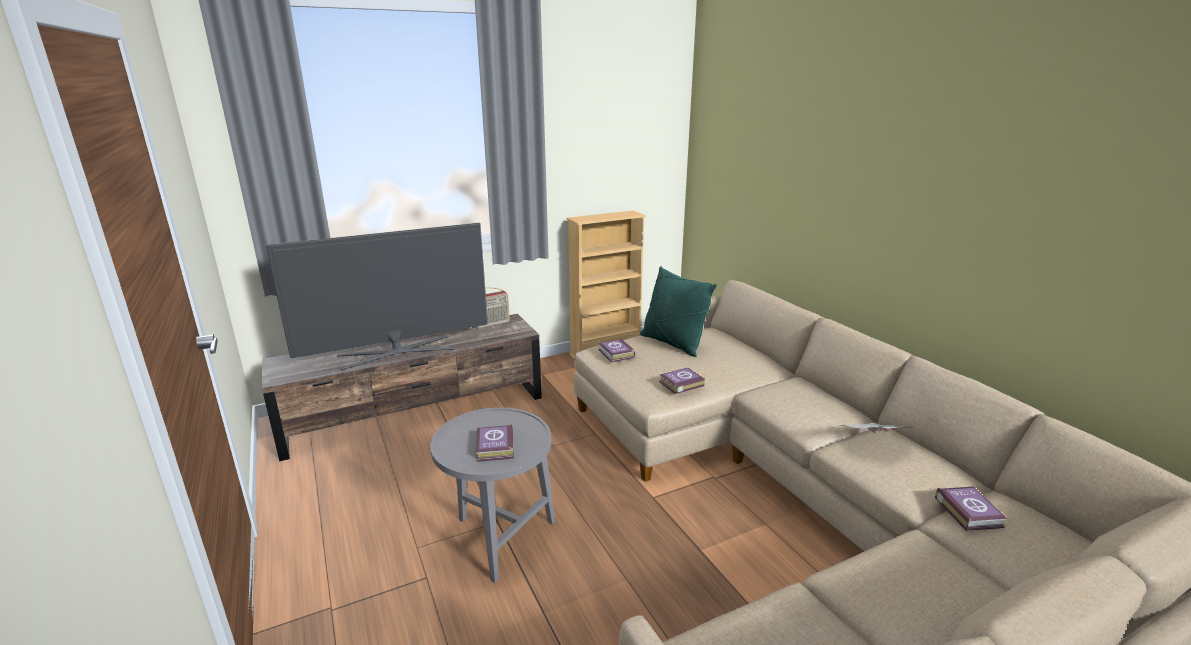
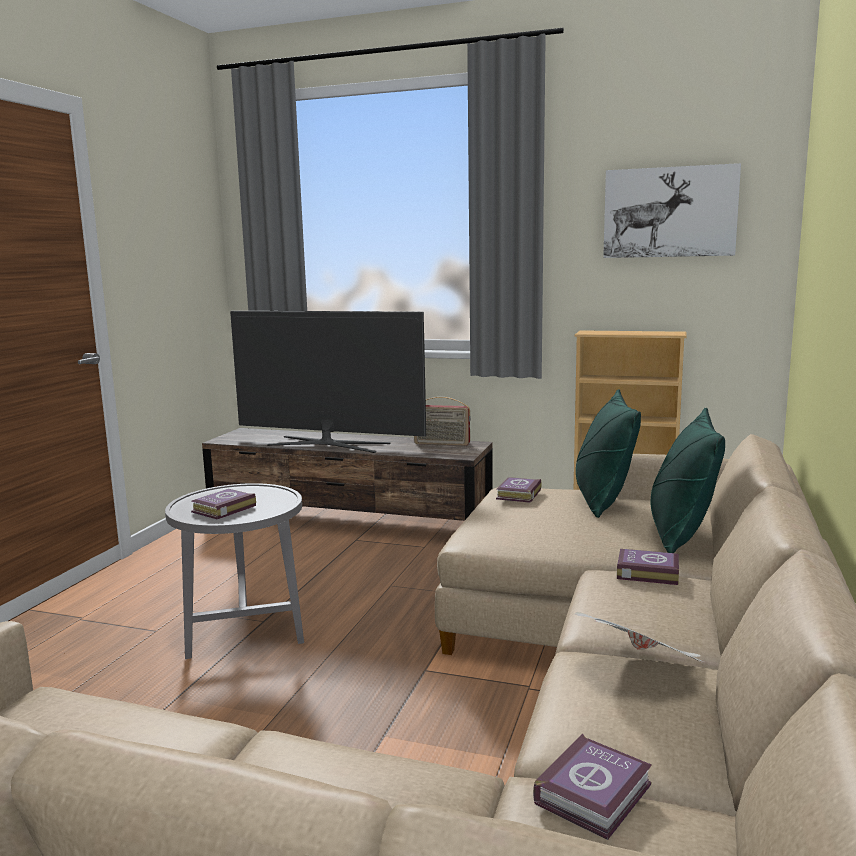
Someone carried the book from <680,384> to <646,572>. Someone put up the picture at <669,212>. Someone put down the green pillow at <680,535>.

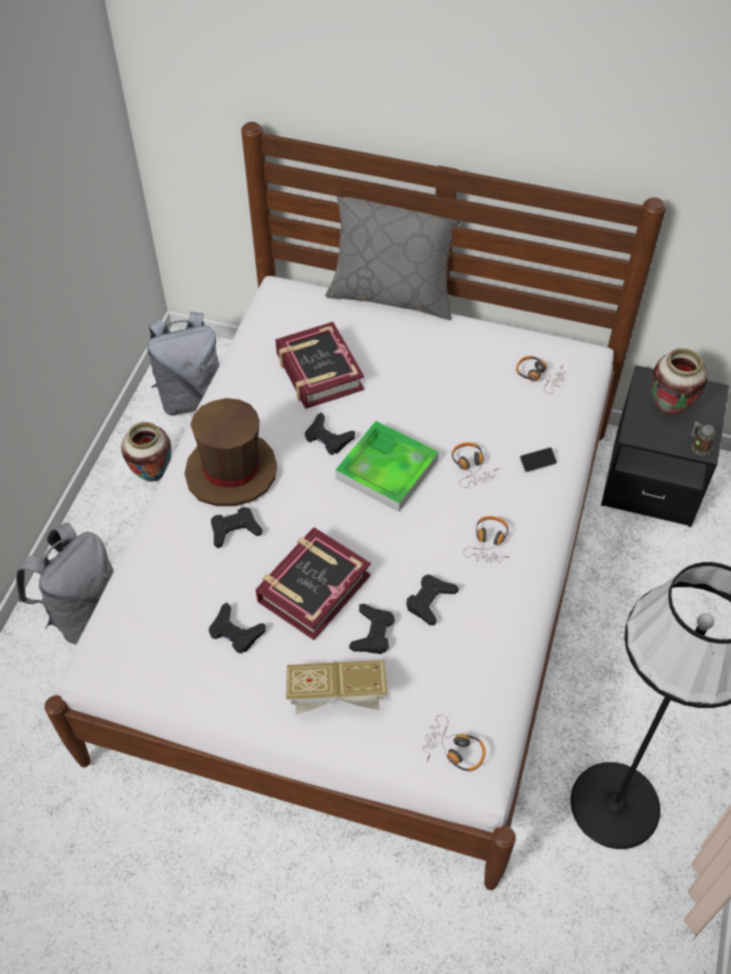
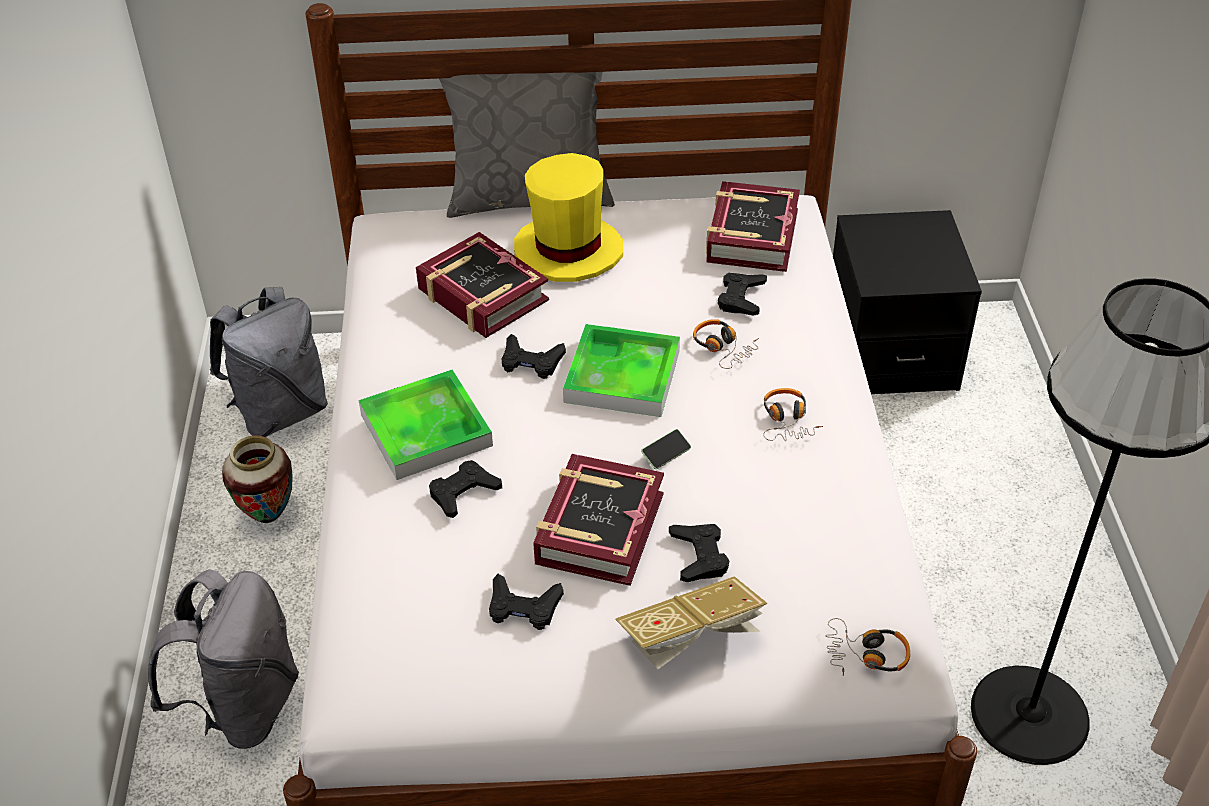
Someone swapped the brown hat at <231,472> for the tray at <426,430>. Someone carried the black game controller from <430,601> to <741,298>. Someone swapped the headphones at <539,376> for the book at <751,236>. Someone carried the phone from <537,463> to <666,454>. Someone took away the vase at <669,409>. Someone took away the mug at <699,446>. Someone put down the yellow hat at <568,251>.

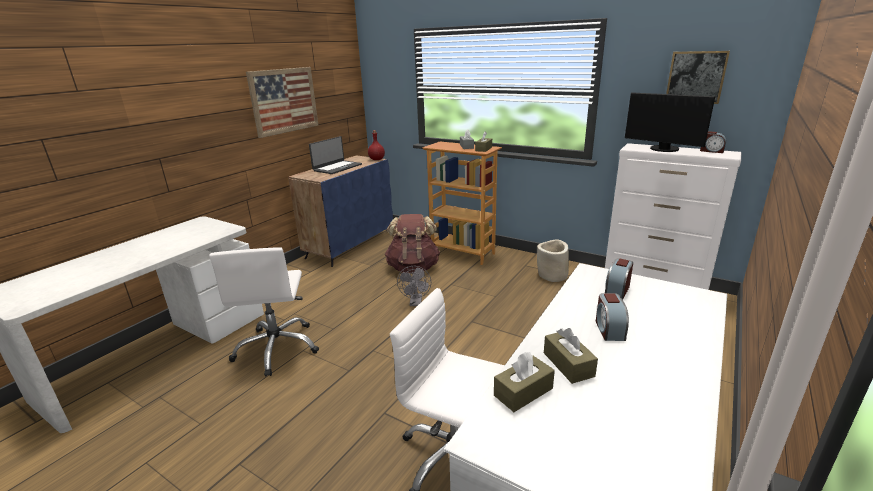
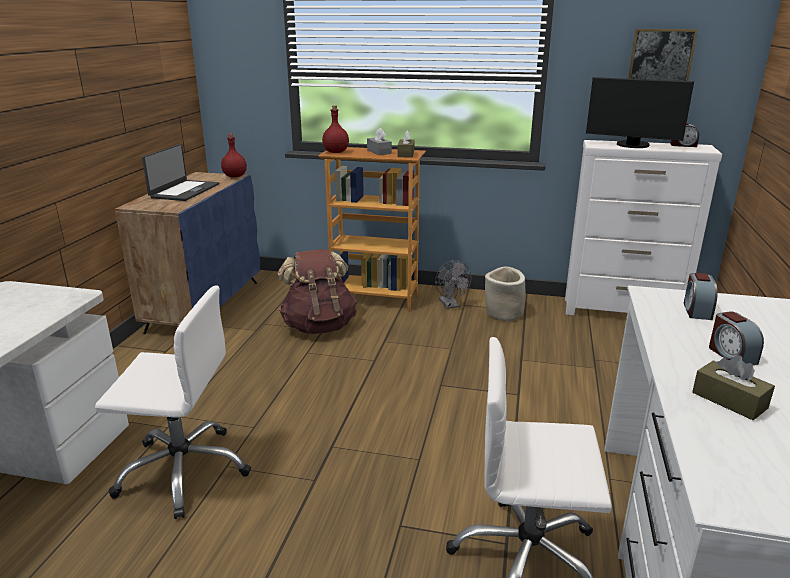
Someone rotated the white office chair at <277,348> by 60 degrees counterclockwise. Someone took away the picture at <284,101>. Someone carried the grey fan from <416,303> to <450,305>. Someone took away the brown tissue box at <523,392>. Someone put down the red bottle at <336,152>.

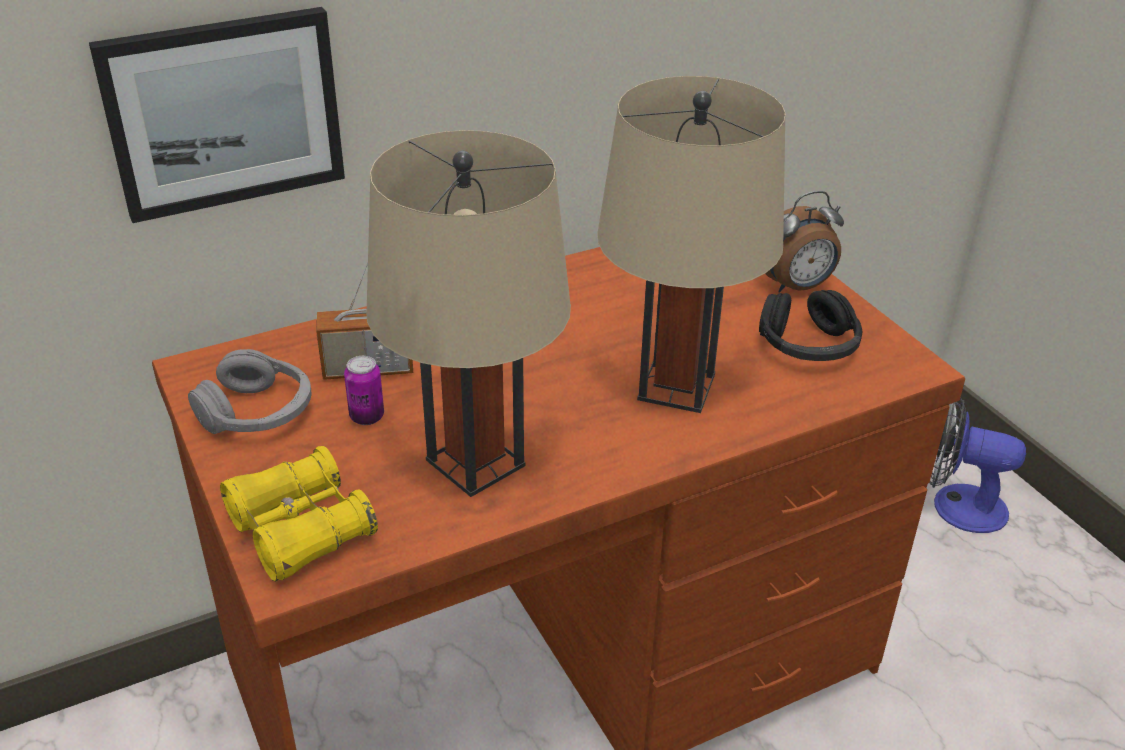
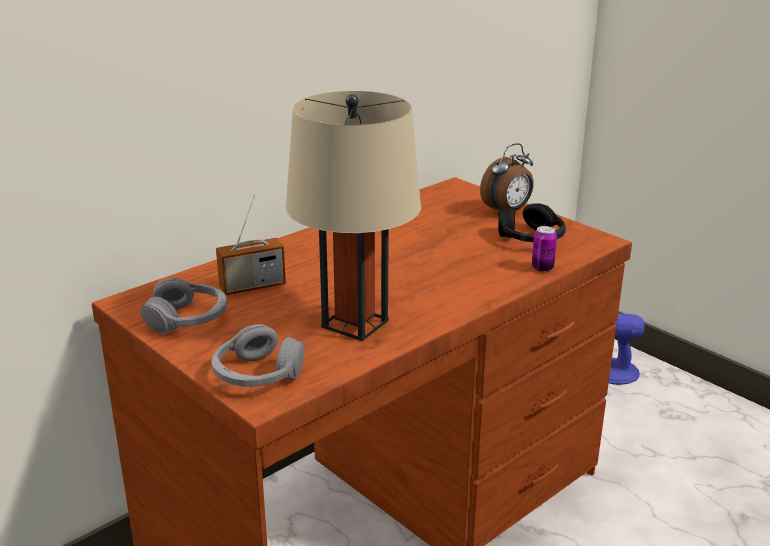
Someone took away the picture at <224,112>. Someone swapped the yellow binoculars at <300,530> for the grey headphones at <257,374>. Someone carried the can from <367,417> to <542,268>. Someone took away the beige table lamp at <676,387>.

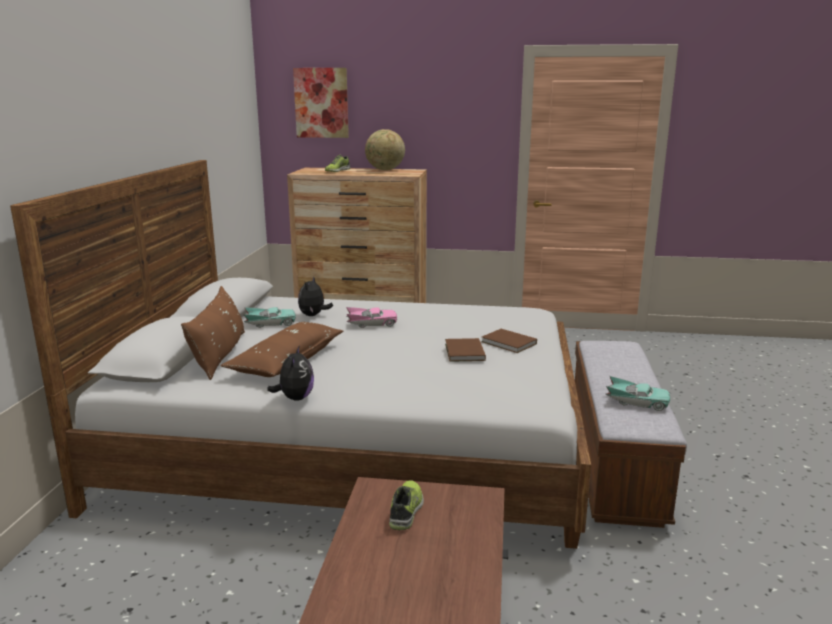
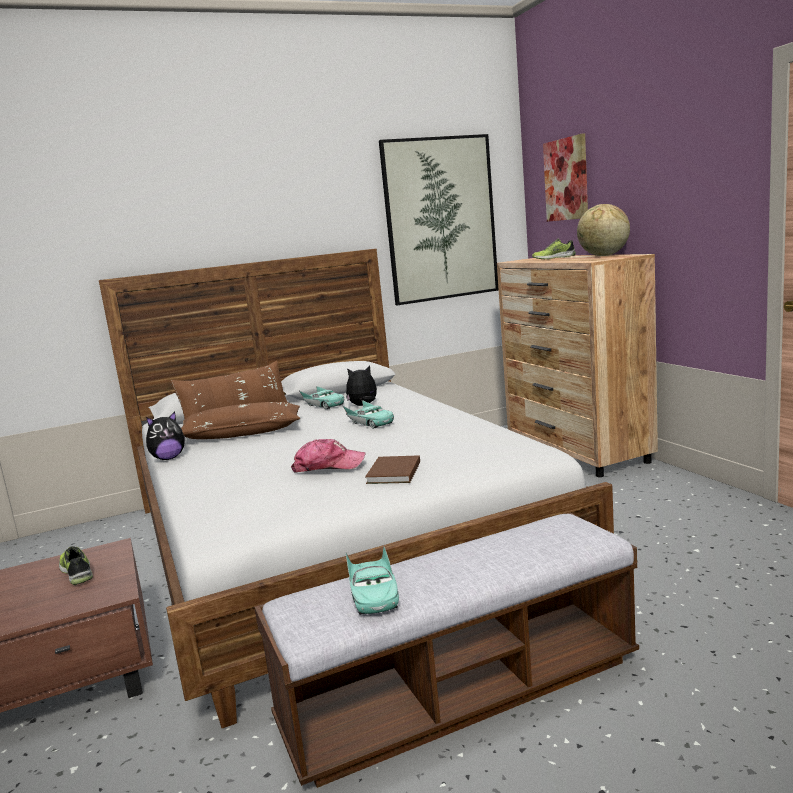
Someone repainted the pink toy car at <372,324>, which became the turquoise toy car at <370,422>. Someone rotated the shoe at <407,510> by 105 degrees counterclockwise. Someone swapped the brown book at <464,352> for the cap at <328,466>. Someone put up the picture at <440,219>.

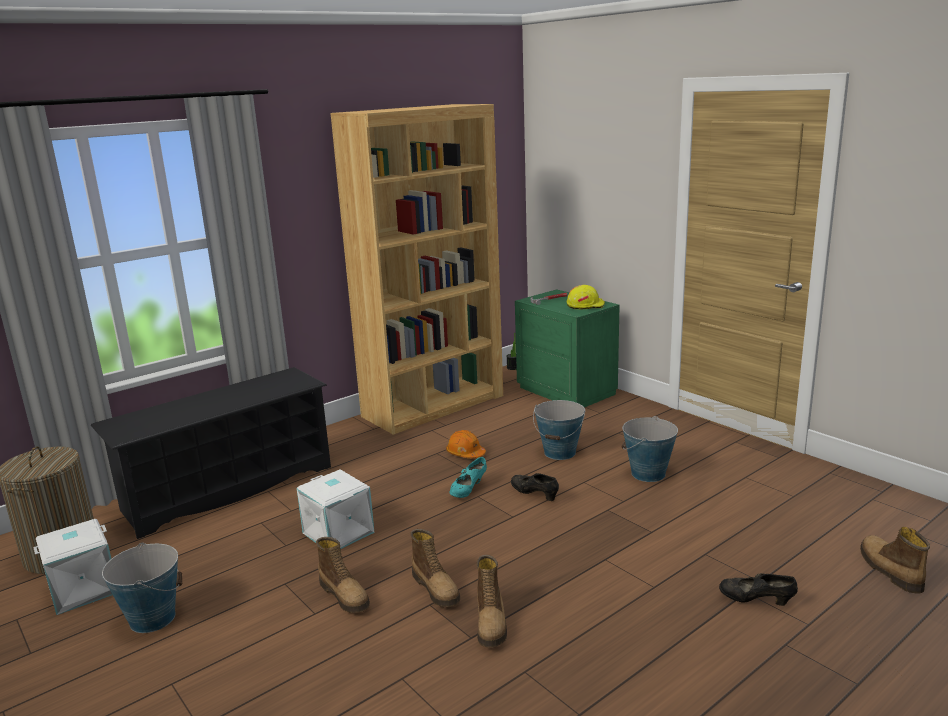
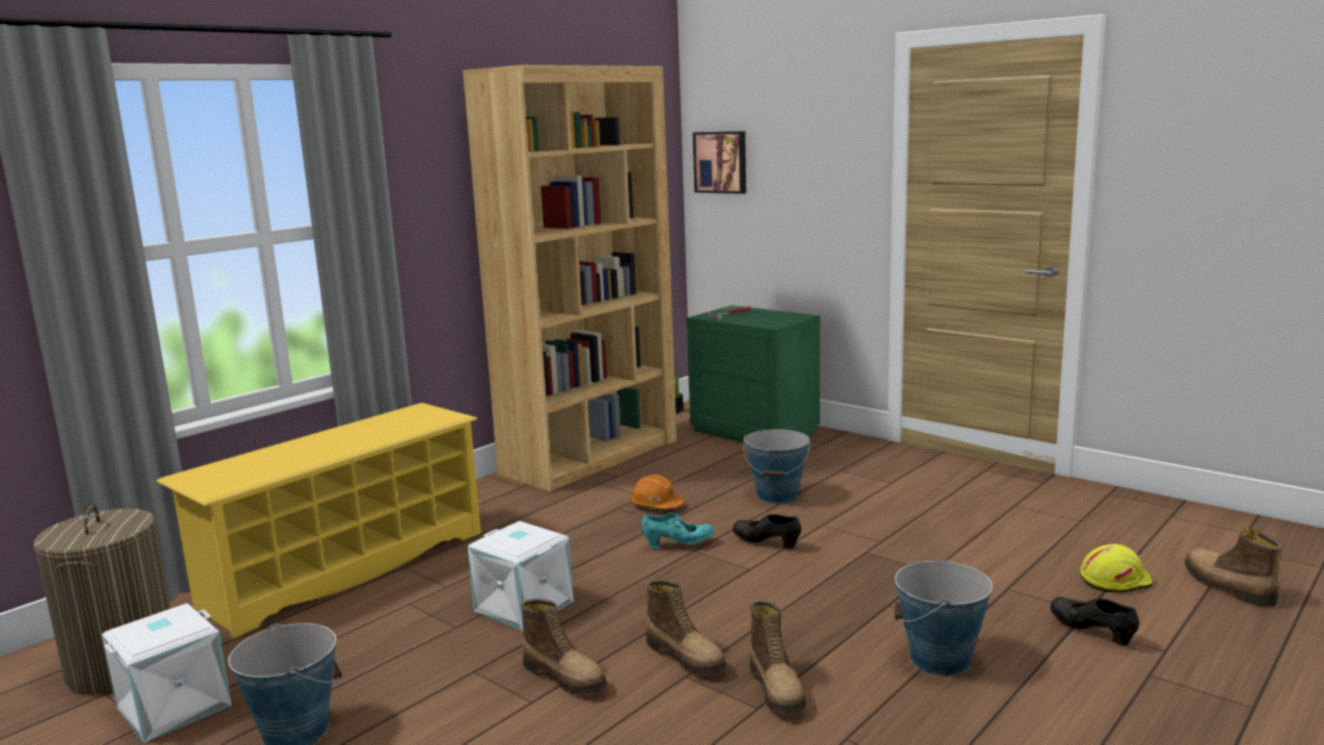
Someone repainted the black shoe rack at <228,488>, which became the yellow shoe rack at <345,568>. Someone rotated the turquoise shoe at <468,490> by 120 degrees counterclockwise. Someone carried the yellow hard hat from <585,305> to <1114,580>. Someone carried the bucket from <648,474> to <940,660>. Someone rotated the black shoe at <756,601> by 45 degrees clockwise. Someone put up the picture at <721,162>.

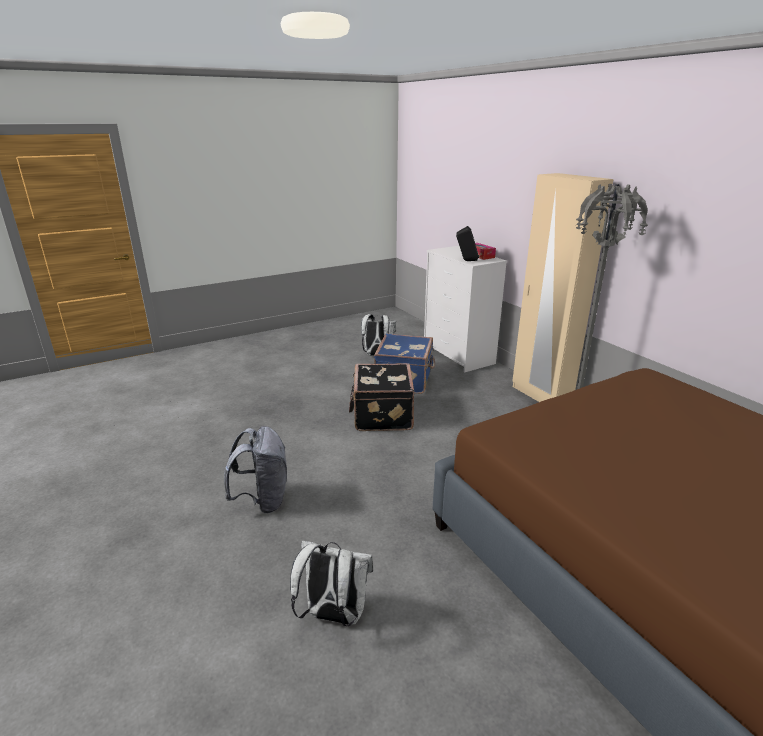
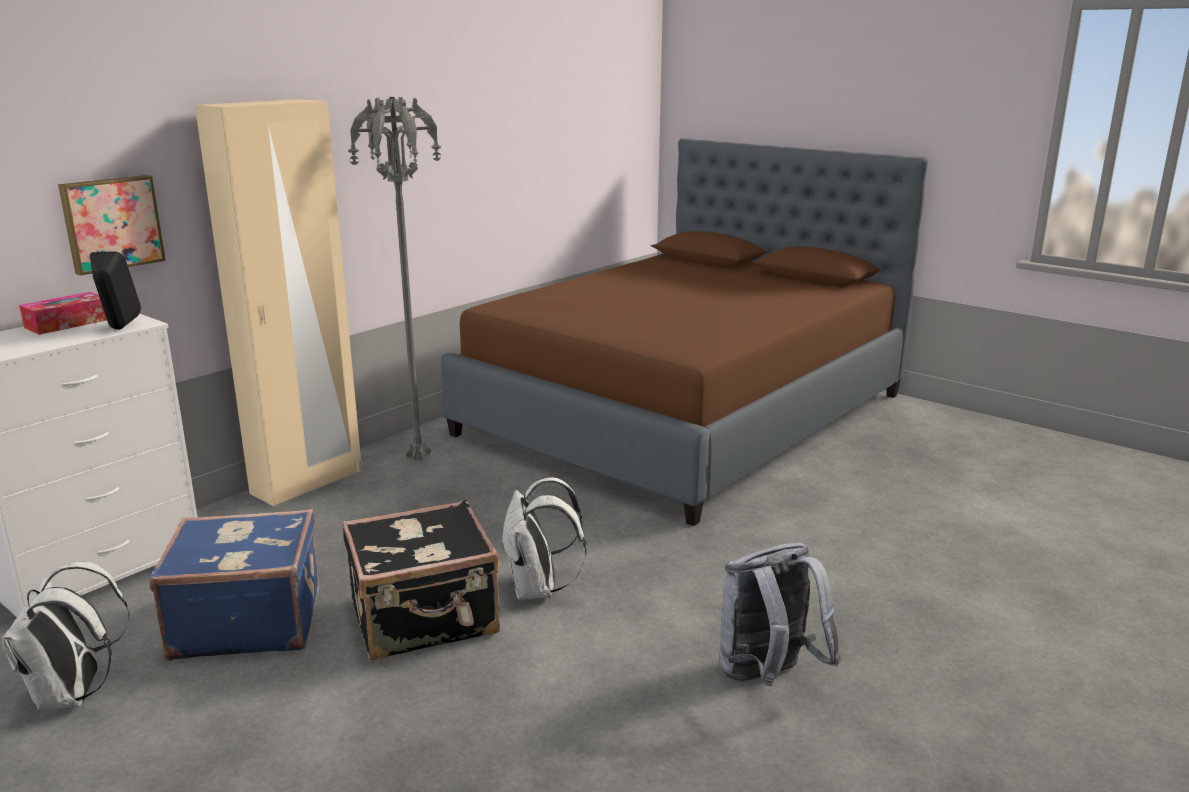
Someone carried the white backpack from <333,615> to <538,590>. Someone put up the picture at <111,223>.

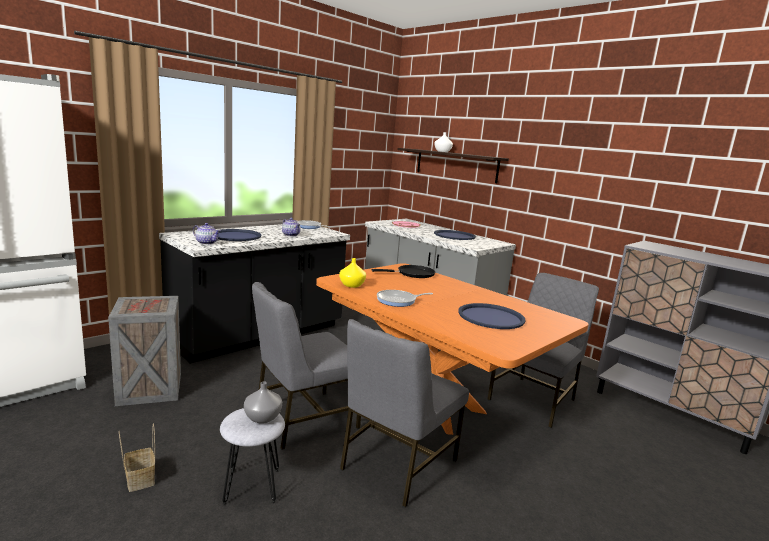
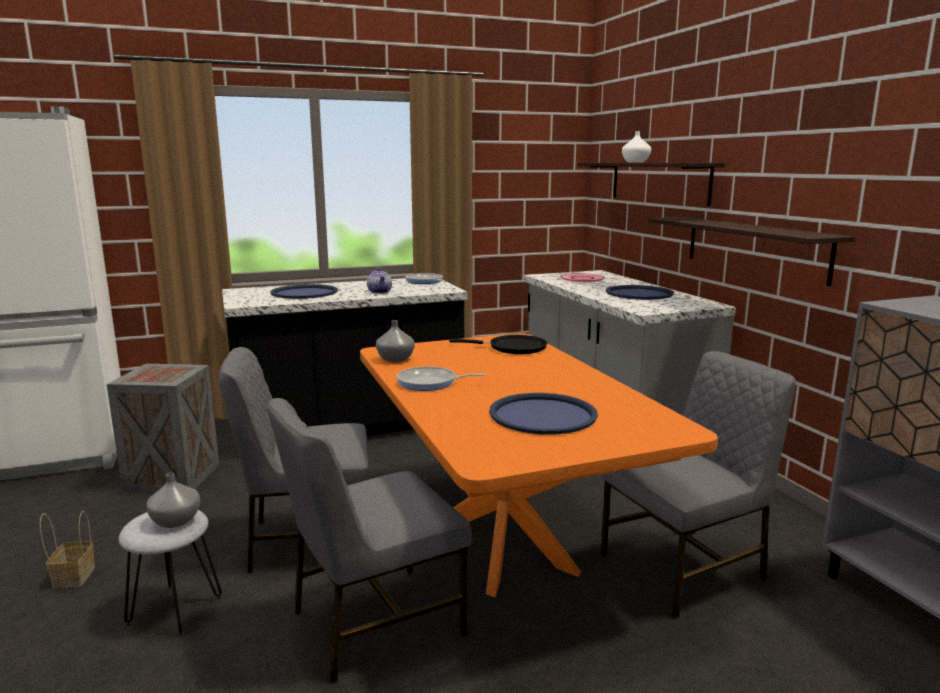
Someone took away the teapot at <206,243>. Someone repainted the yellow vase at <352,285>, which became the grey vase at <396,359>. Someone put up the shelf at <754,248>.

